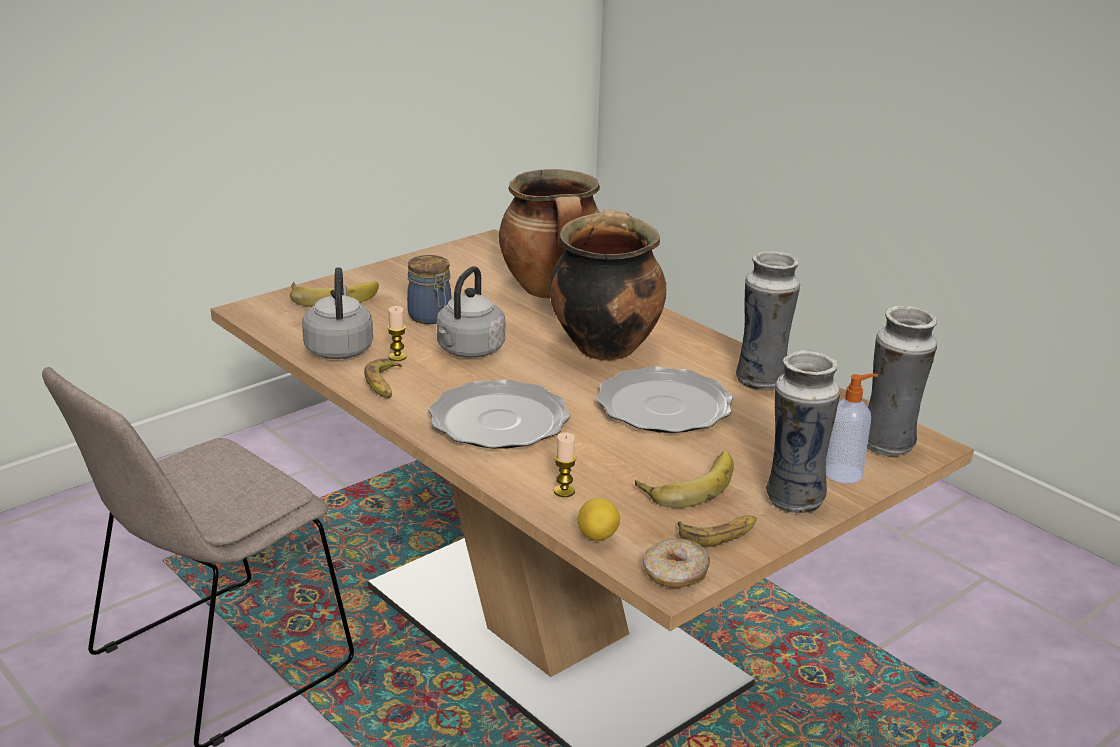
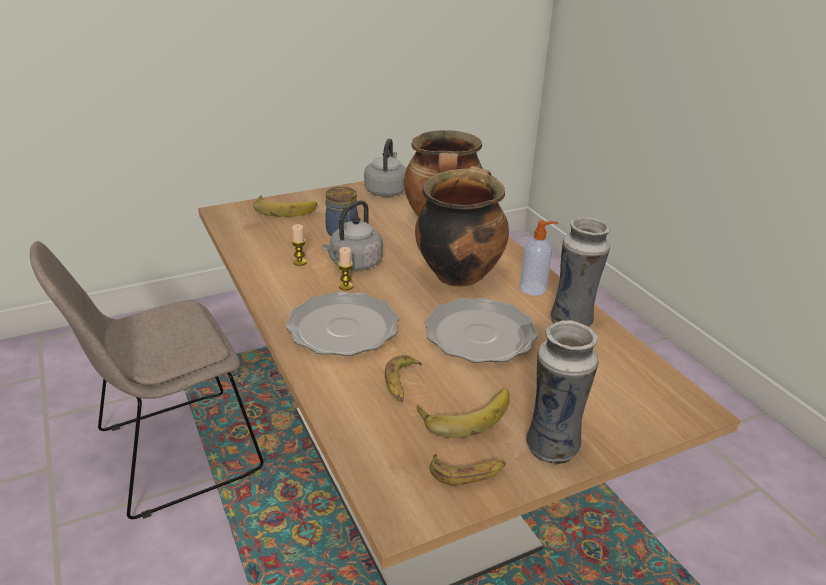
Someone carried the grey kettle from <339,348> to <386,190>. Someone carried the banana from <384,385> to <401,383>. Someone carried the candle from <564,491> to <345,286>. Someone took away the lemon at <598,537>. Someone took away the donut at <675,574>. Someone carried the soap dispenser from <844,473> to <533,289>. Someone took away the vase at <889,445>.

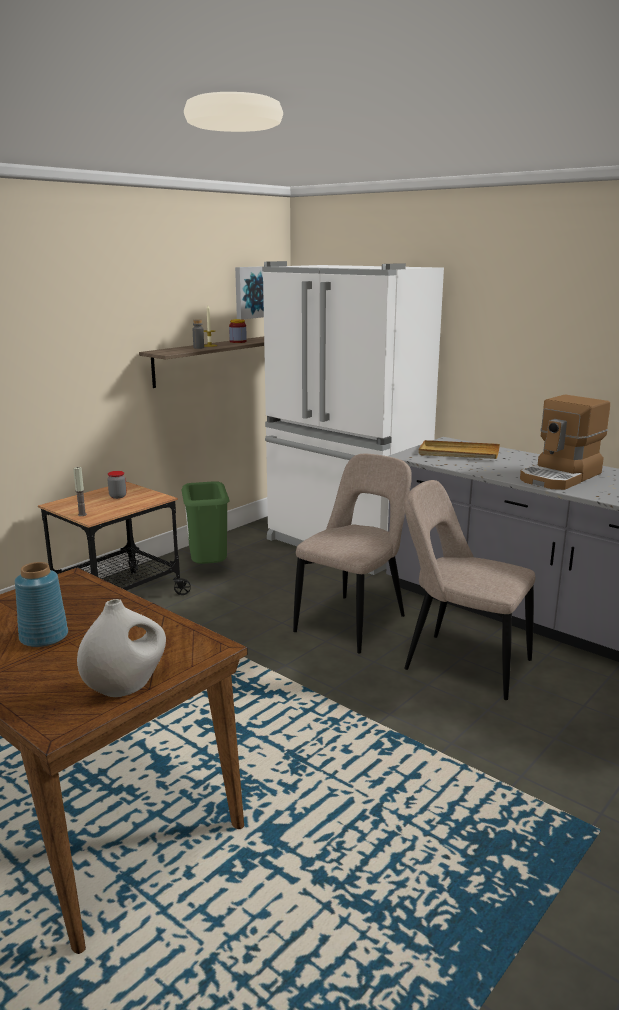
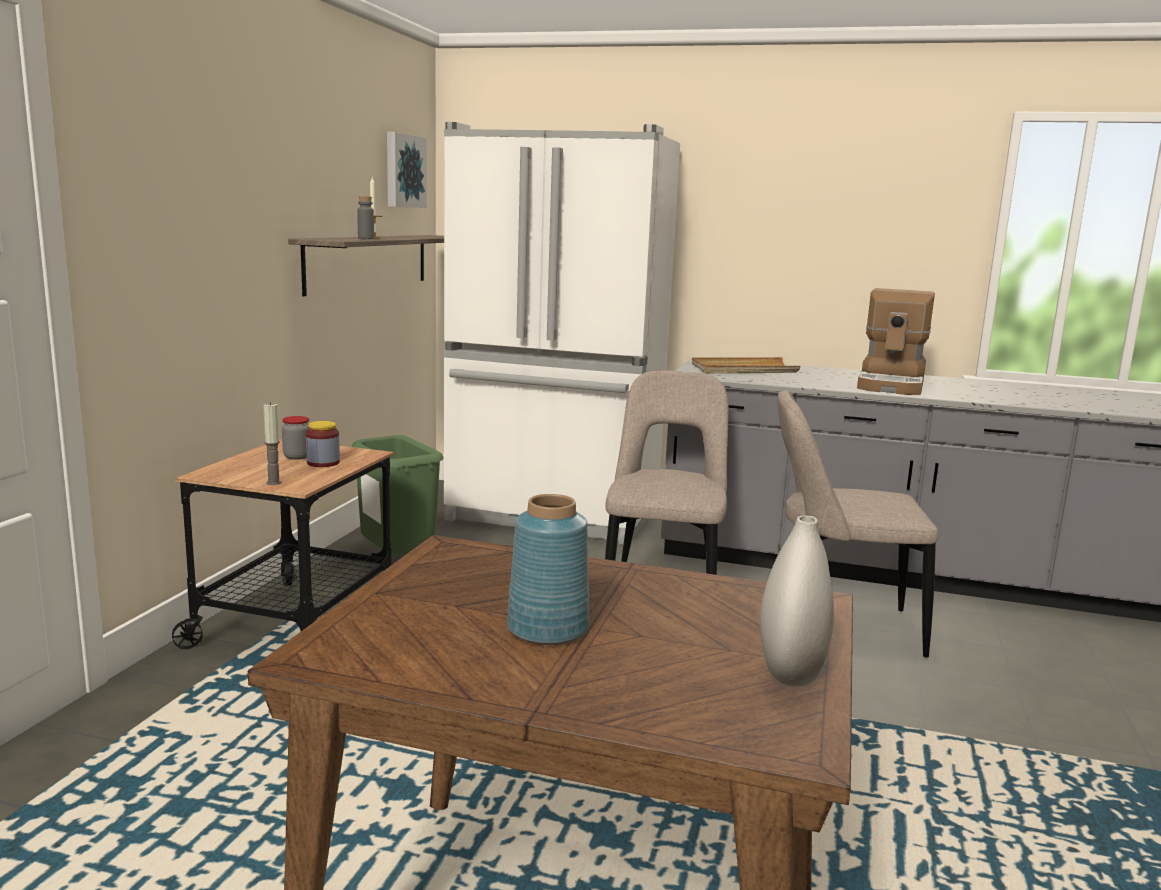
Someone carried the jar from <238,342> to <323,463>.

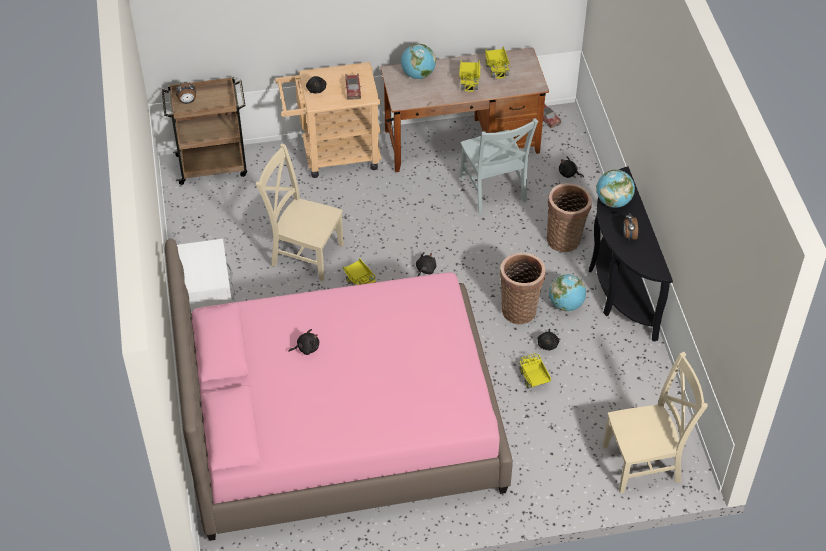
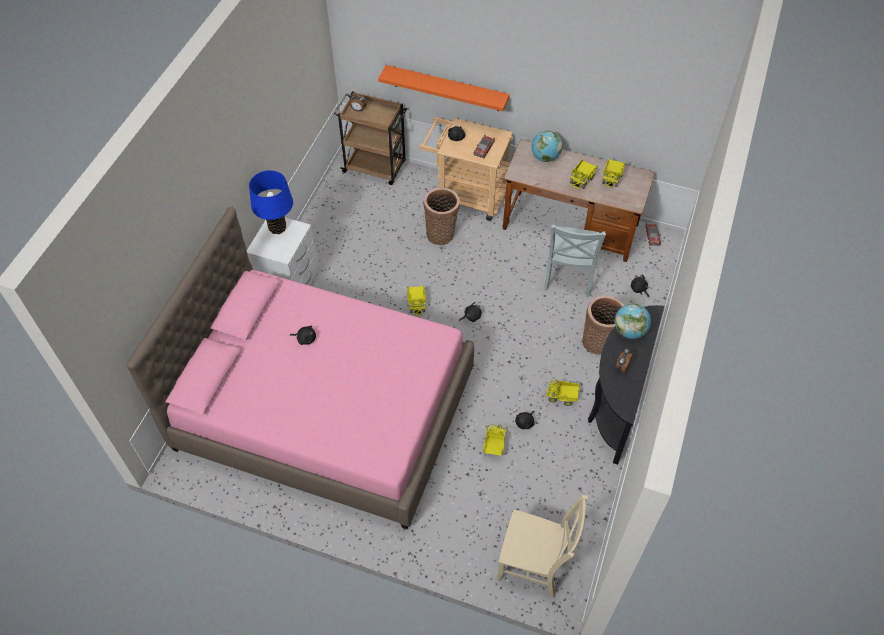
Someone took away the beige chair at <304,253>. Someone carried the basket from <519,308> to <441,233>. Someone swapped the globe at <566,304> for the toy truck at <562,397>. Someone put down the blue table lamp at <277,228>. Someone put up the orange shelf at <446,88>.

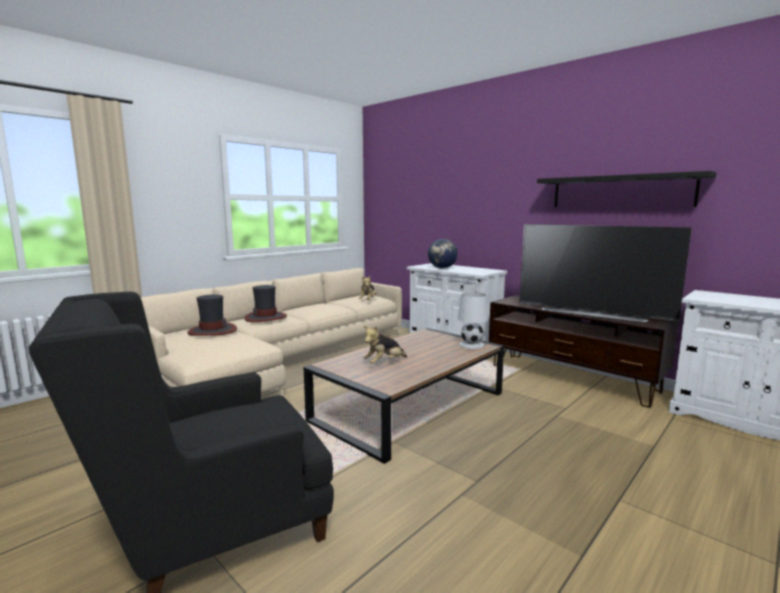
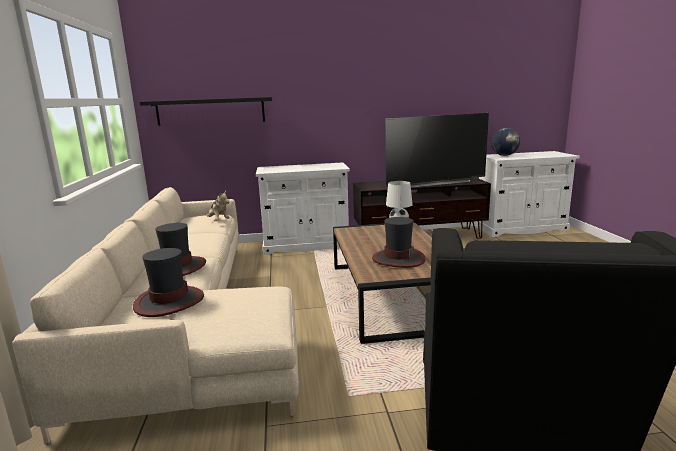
Someone swapped the plush toy at <384,363> for the hat at <398,259>. Someone carried the globe from <442,268> to <504,155>. Someone carried the black shelf from <620,191> to <211,111>.

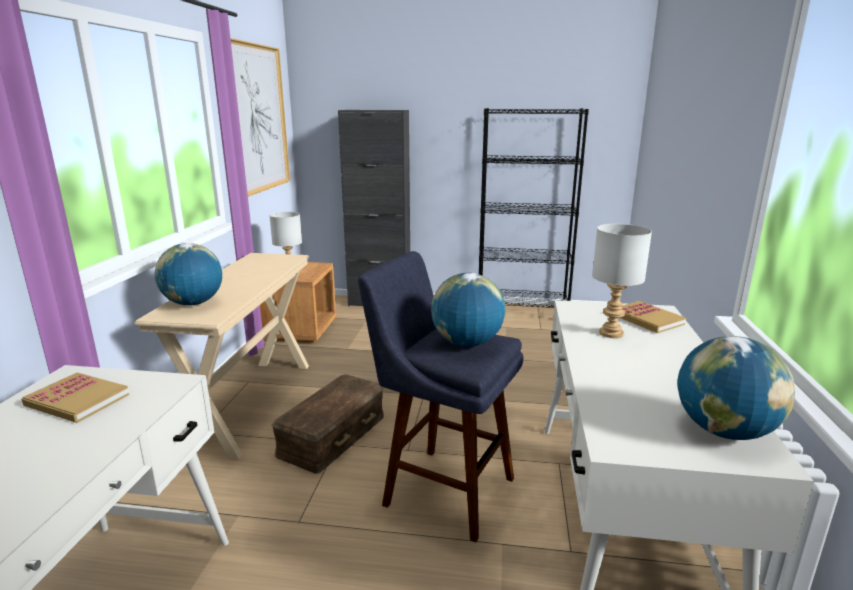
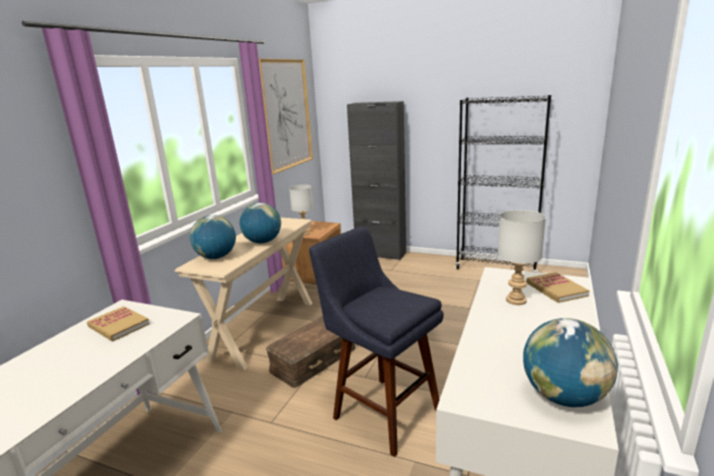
Someone carried the globe from <466,343> to <262,242>.

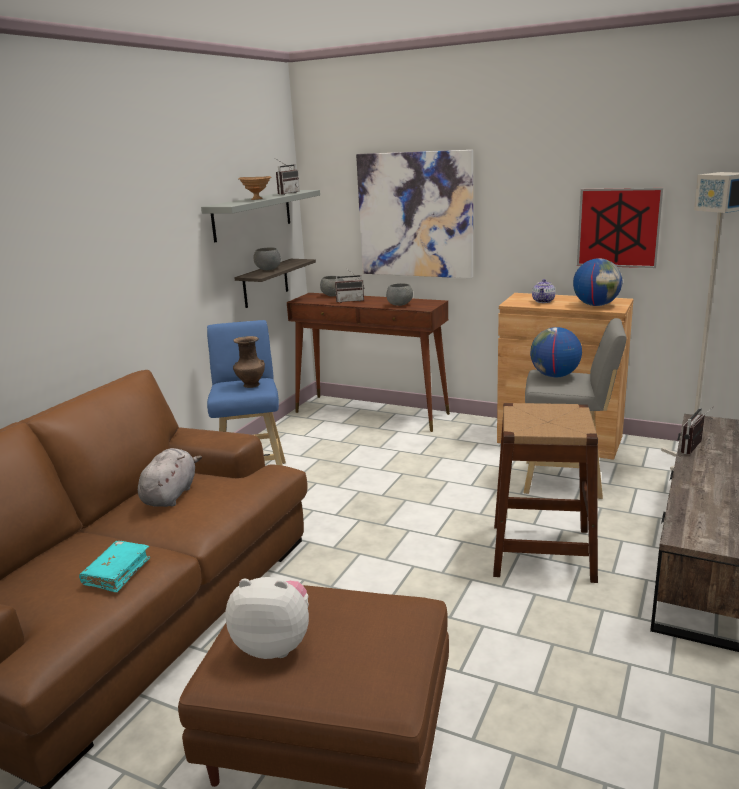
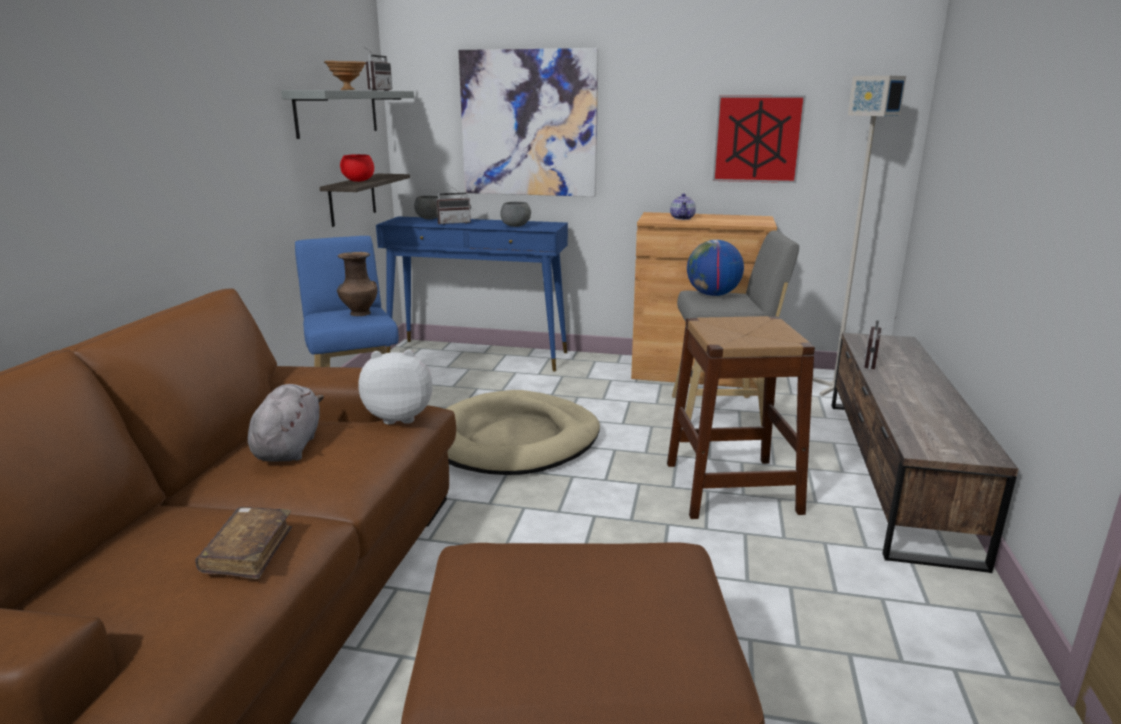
Someone repainted the turquoise book at <117,572>, which became the brown book at <248,552>. Someone carried the plush toy from <274,644> to <399,417>. Someone repainted the grey bowl at <268,269>, which became the red bowl at <358,181>. Someone repainted the brown console table at <372,413>, which became the blue console table at <478,355>. Someone took away the globe at <596,305>. Someone put down the beige dog bed at <514,439>.

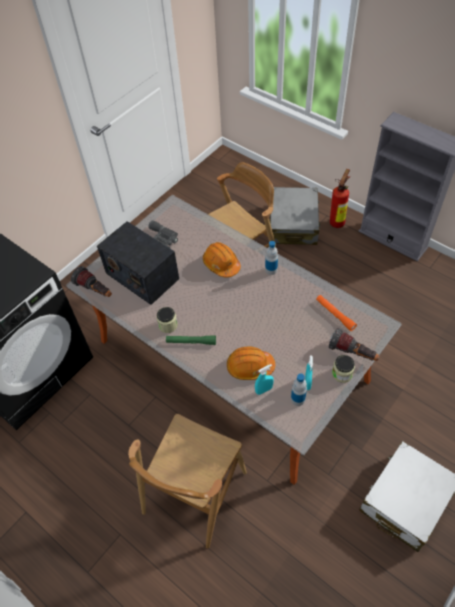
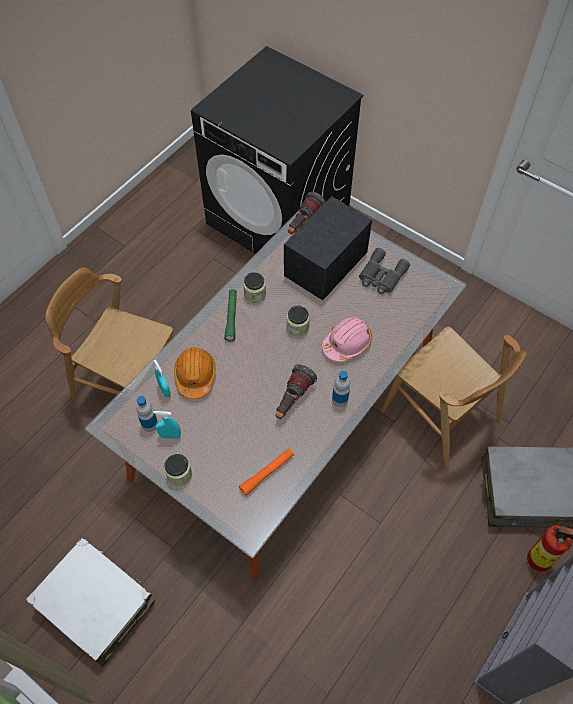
Someone repainted the orange hard hat at <221,264>, which became the pink hard hat at <347,343>. Someone carried the flashlight from <353,353> to <292,399>. Someone put down the jar at <297,327>.

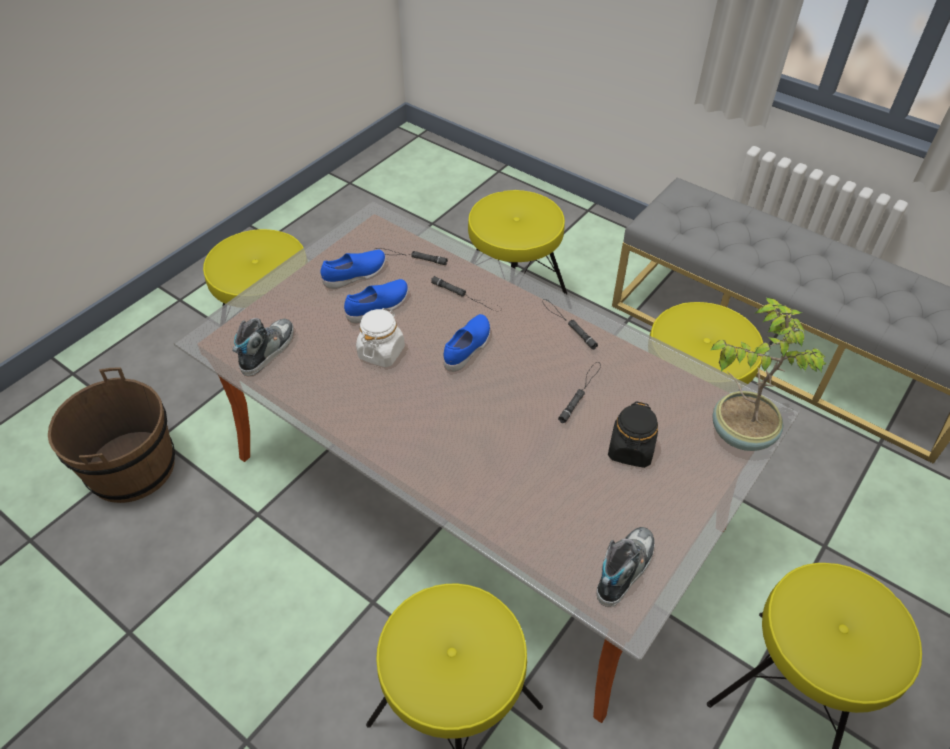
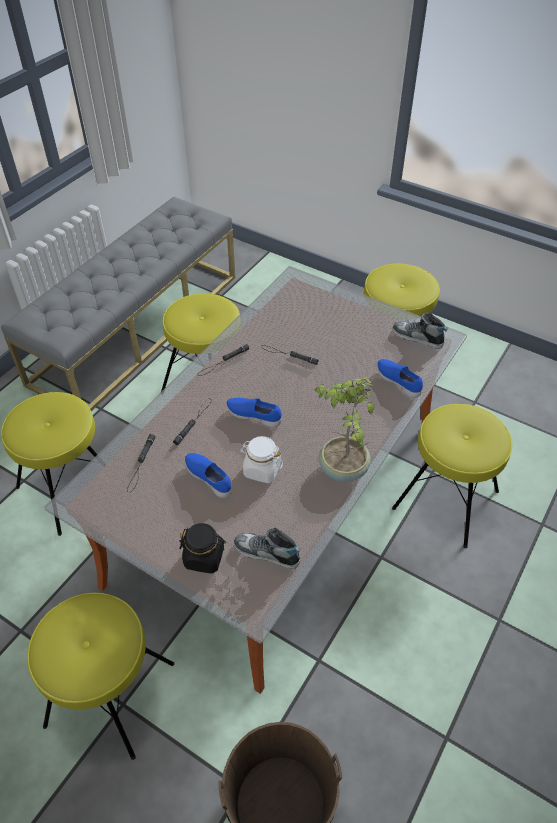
Someone carried the blue shoe from <355,276> to <398,382>. Someone carried the black jar from <631,450> to <204,557>. Someone carried the potted plant from <740,432> to <342,469>.

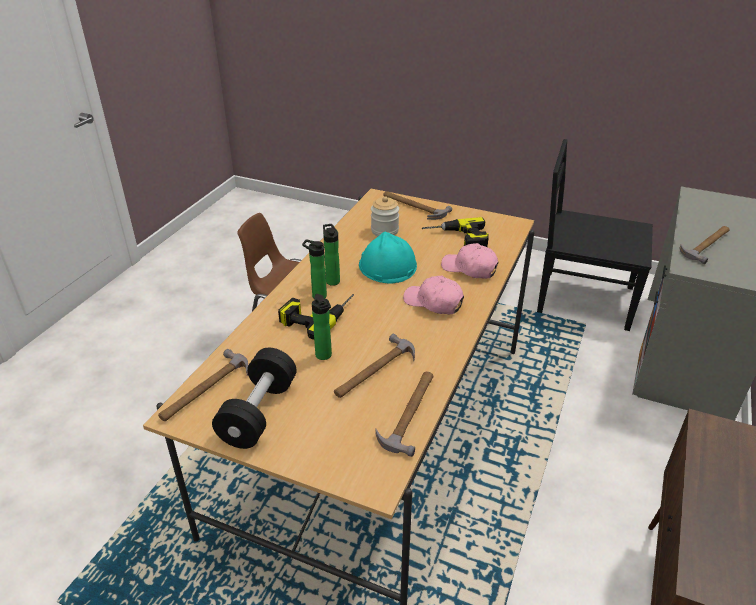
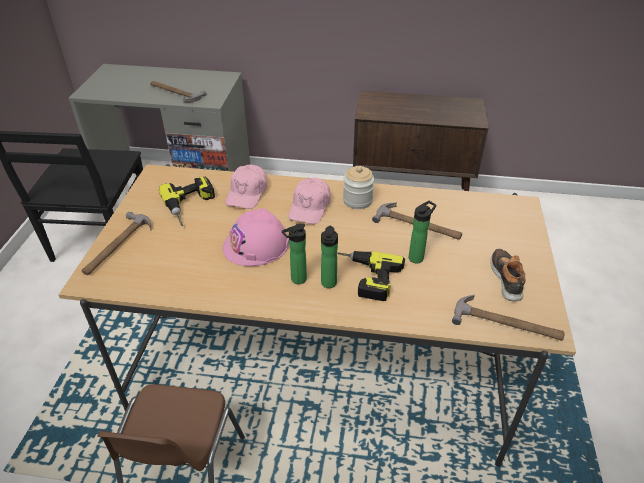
Someone swapped the black dumbbell at <258,412> for the shoe at <506,278>. Someone repainted the turquoise hard hat at <387,266>, which became the pink hard hat at <256,245>. Someone carried the jar from <384,231> to <357,200>. Someone took away the hammer at <410,412>.

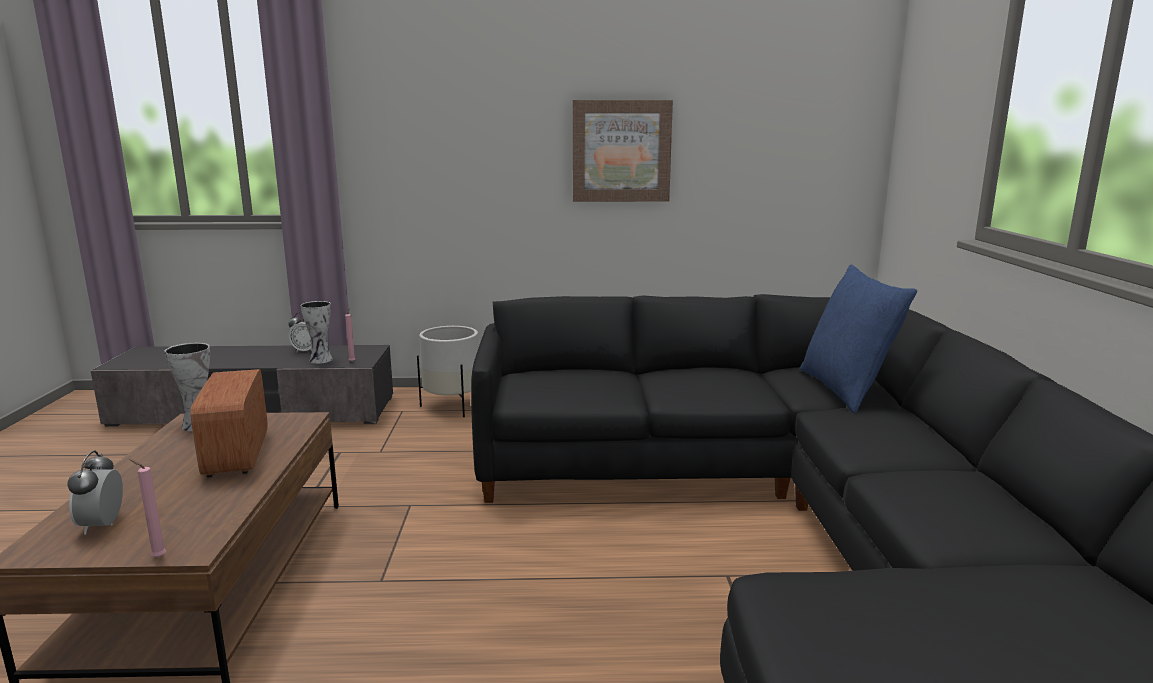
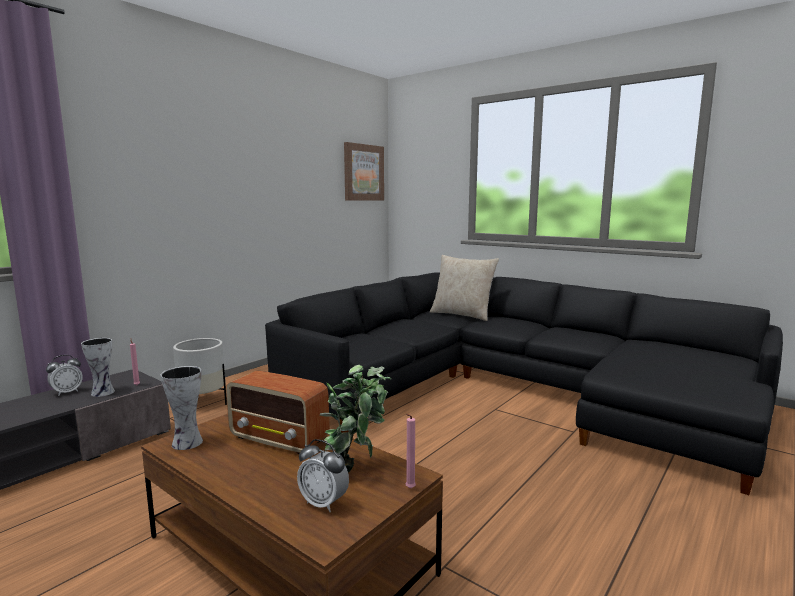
Someone carried the picture from <621,151> to <363,172>. Someone repainted the blue pillow at <846,390>, which became the beige pillow at <462,315>. Someone put down the potted plant at <357,469>.

